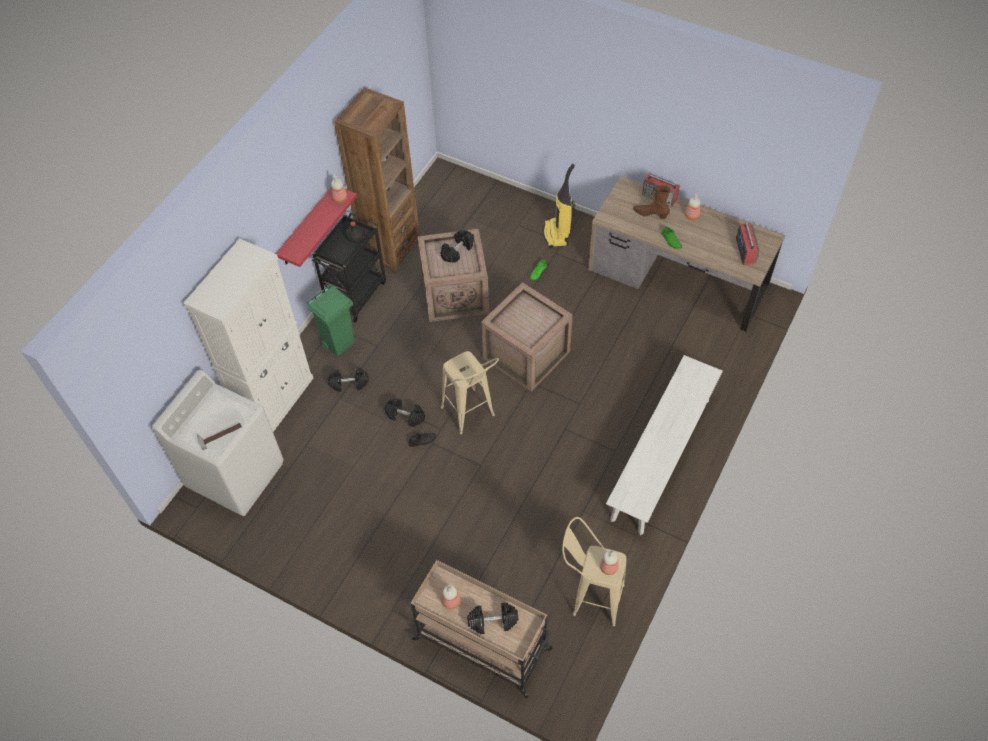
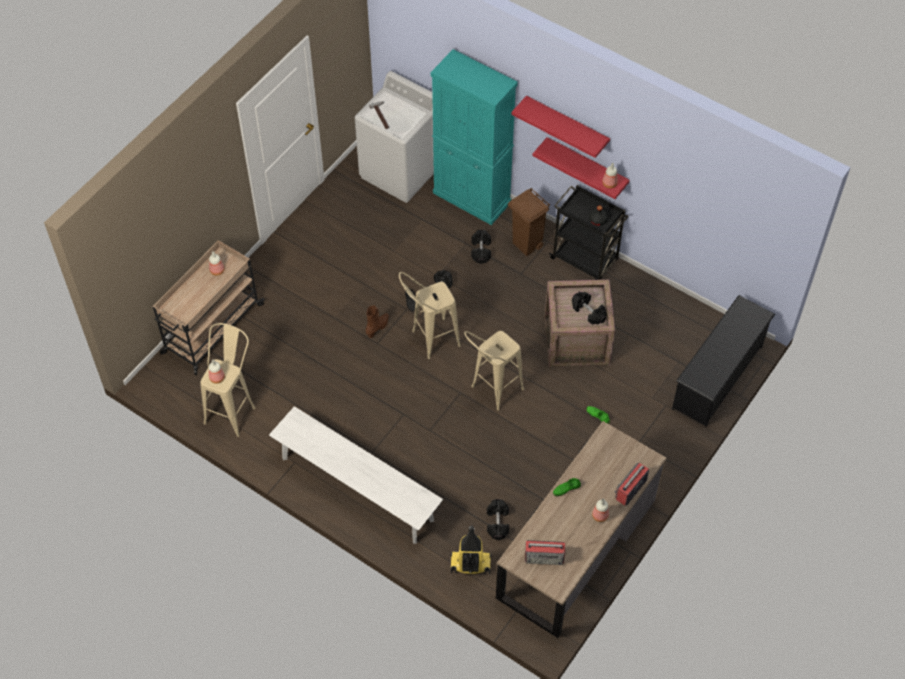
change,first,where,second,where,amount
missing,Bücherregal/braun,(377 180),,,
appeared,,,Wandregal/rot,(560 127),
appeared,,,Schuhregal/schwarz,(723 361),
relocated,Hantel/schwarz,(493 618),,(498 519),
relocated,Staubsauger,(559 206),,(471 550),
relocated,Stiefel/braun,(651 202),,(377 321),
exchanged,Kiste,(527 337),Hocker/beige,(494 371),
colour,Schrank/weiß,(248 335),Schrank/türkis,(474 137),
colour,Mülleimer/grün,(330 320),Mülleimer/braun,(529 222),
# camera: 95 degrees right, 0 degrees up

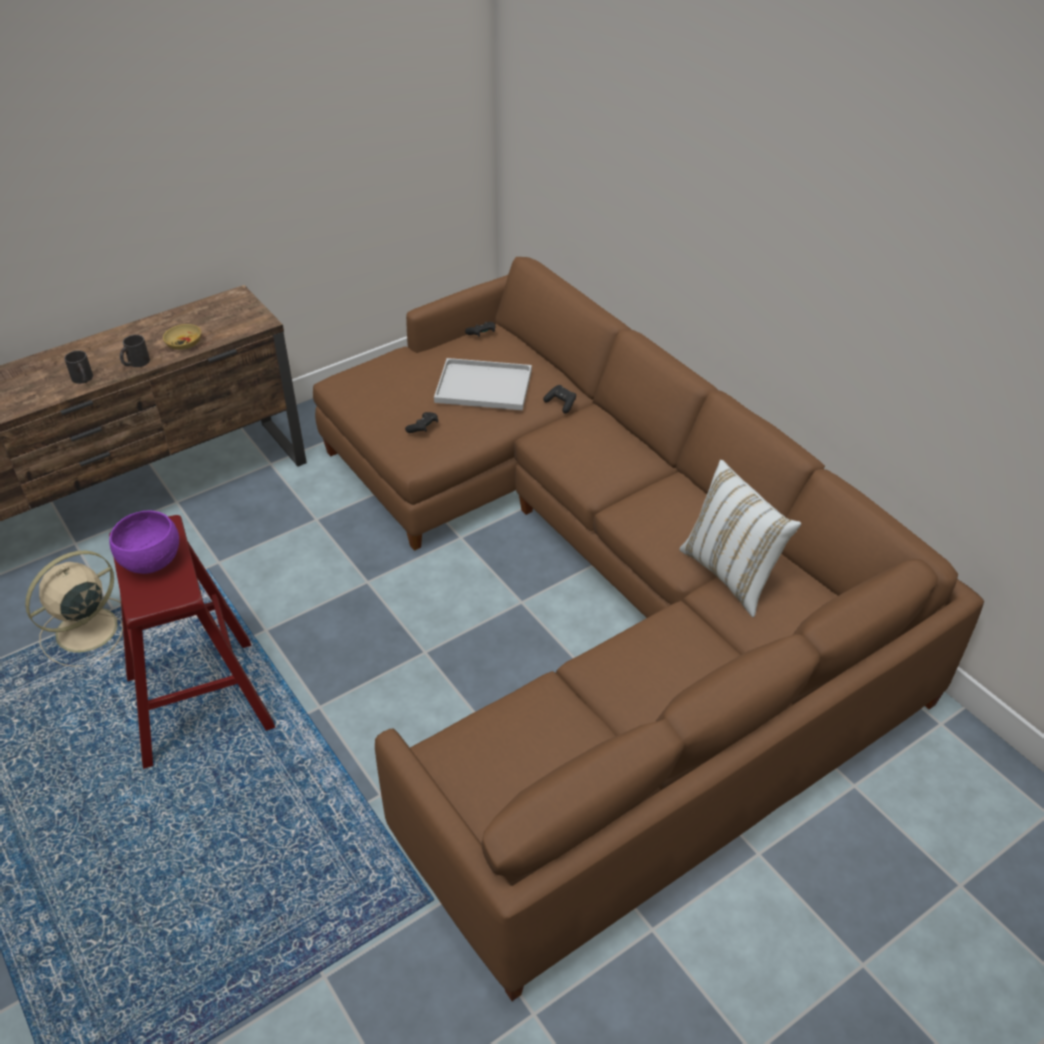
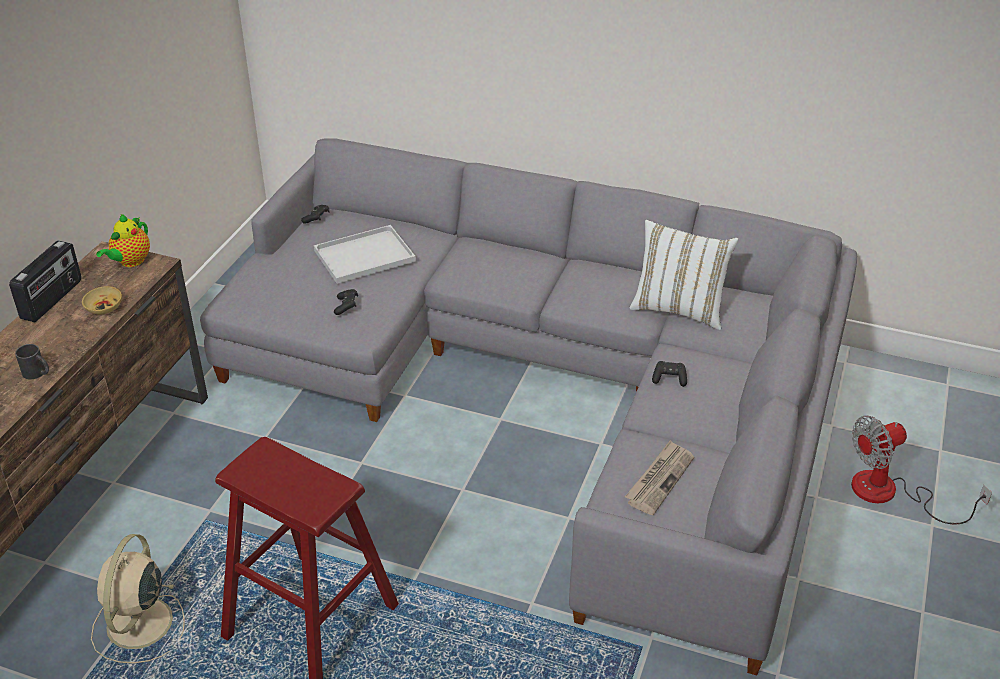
change,first,where,second,where,amount
missing,Schüssel/lila,(144 542),,,
missing,Henkelbecher/schwarz,(135 351),,,
appeared,,,Radio,(45 281),
appeared,,,Teekanne,(123 240),
appeared,,,Zeitung,(659 477),
appeared,,,Ventilator,(921 469),
relocated,Gamepad/schwarz,(559 399),,(669 374),
colour,Sofa/braun,(648 629),Sofa/grau,(528 407),
# camera: 35 degrees left, 5 degrees down

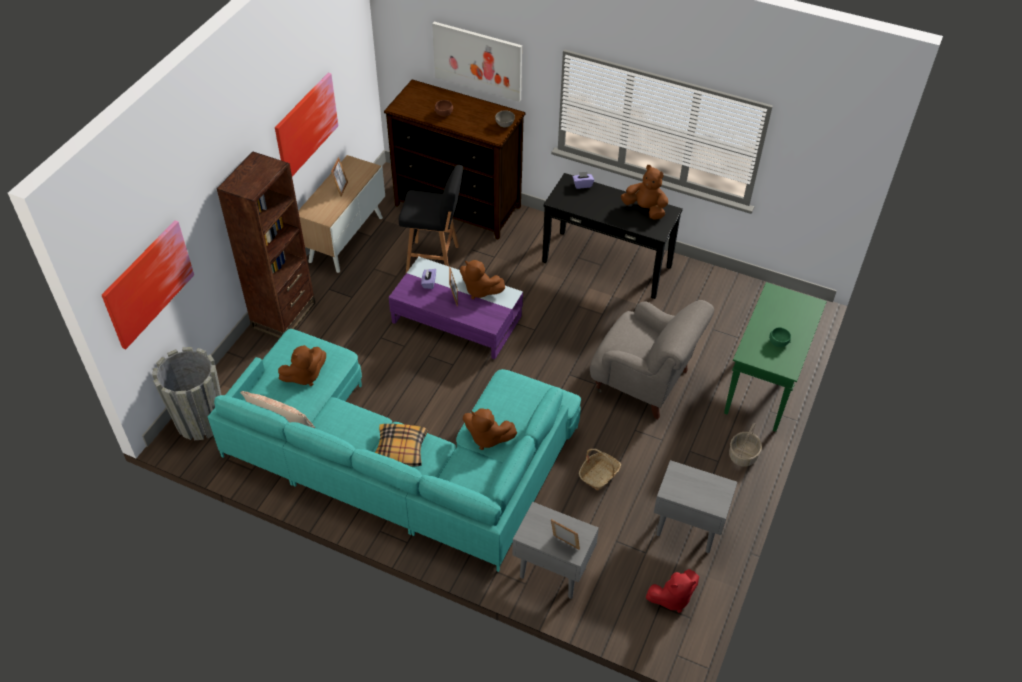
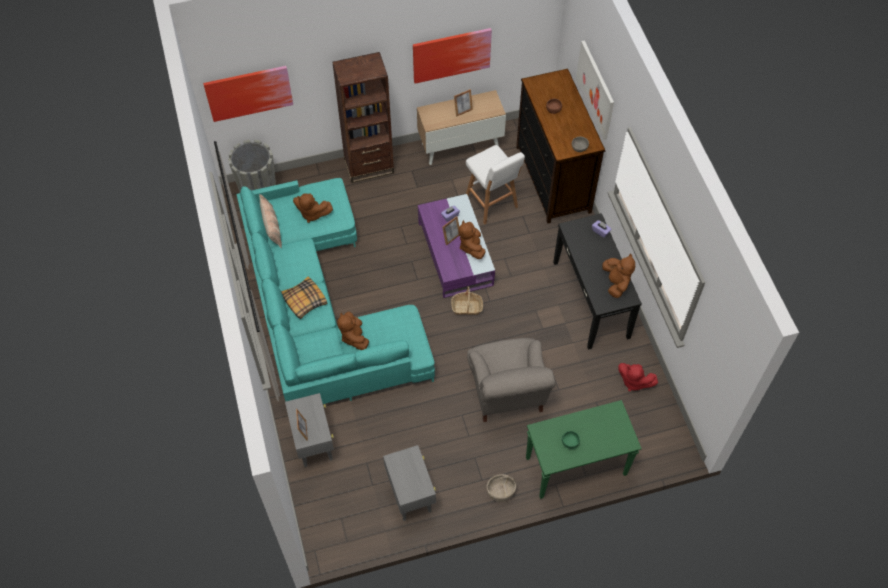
change,first,where,second,where,amount
relocated,Korb,(600 470),,(467 300),
relocated,Plüschtier/rot,(672 591),,(638 377),
colour,Hocker/schwarz,(431 219),Hocker/weiß,(495 185),
# camera: 50 degrees right, 10 degrees up

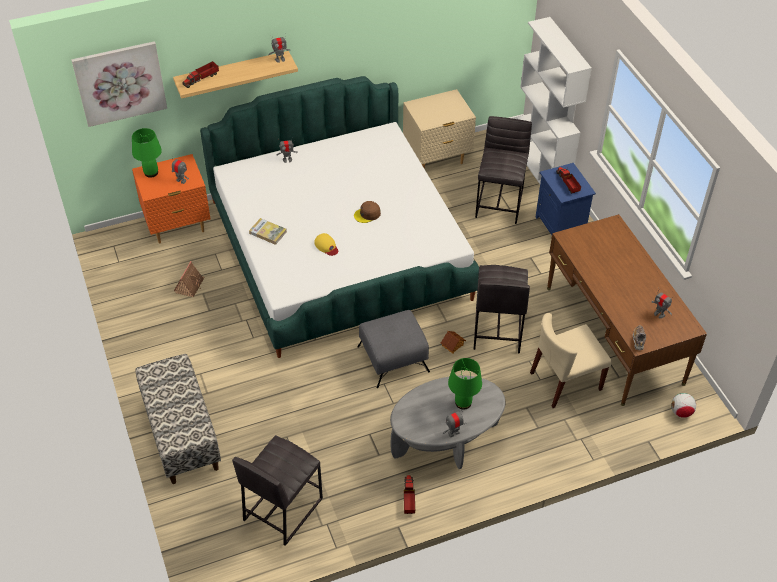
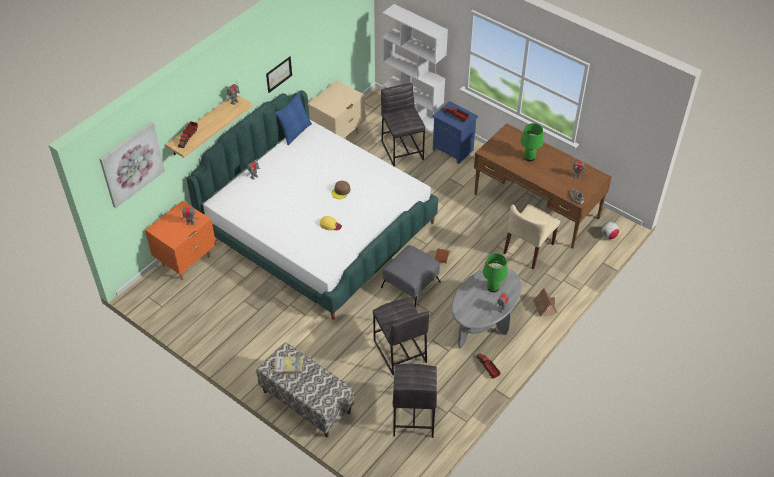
change,first,where,second,where,amount
appeared,,,Bild,(279 75),
appeared,,,Kissen/blau,(293 118),
relocated,Tischlampe/grün,(147 153),,(532 142),
relocated,Spielzeughaus,(188 279),,(545 302),
relocated,Buch,(268 231),,(288 365),
relocated,Hocker/grau,(502 309),,(401 336),
# camera: 30 degrees left, 0 degrees up

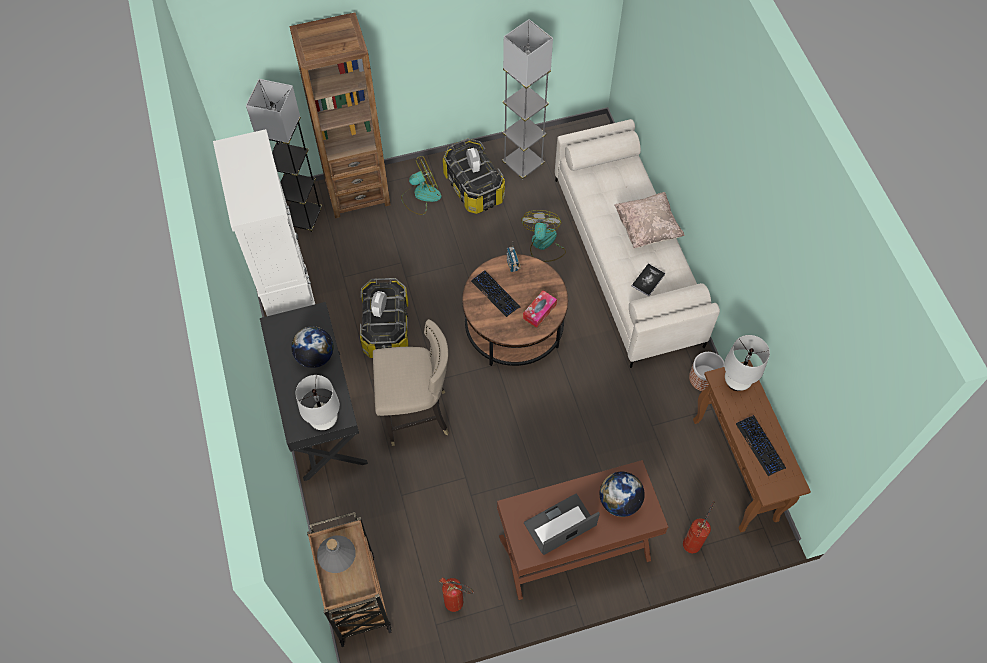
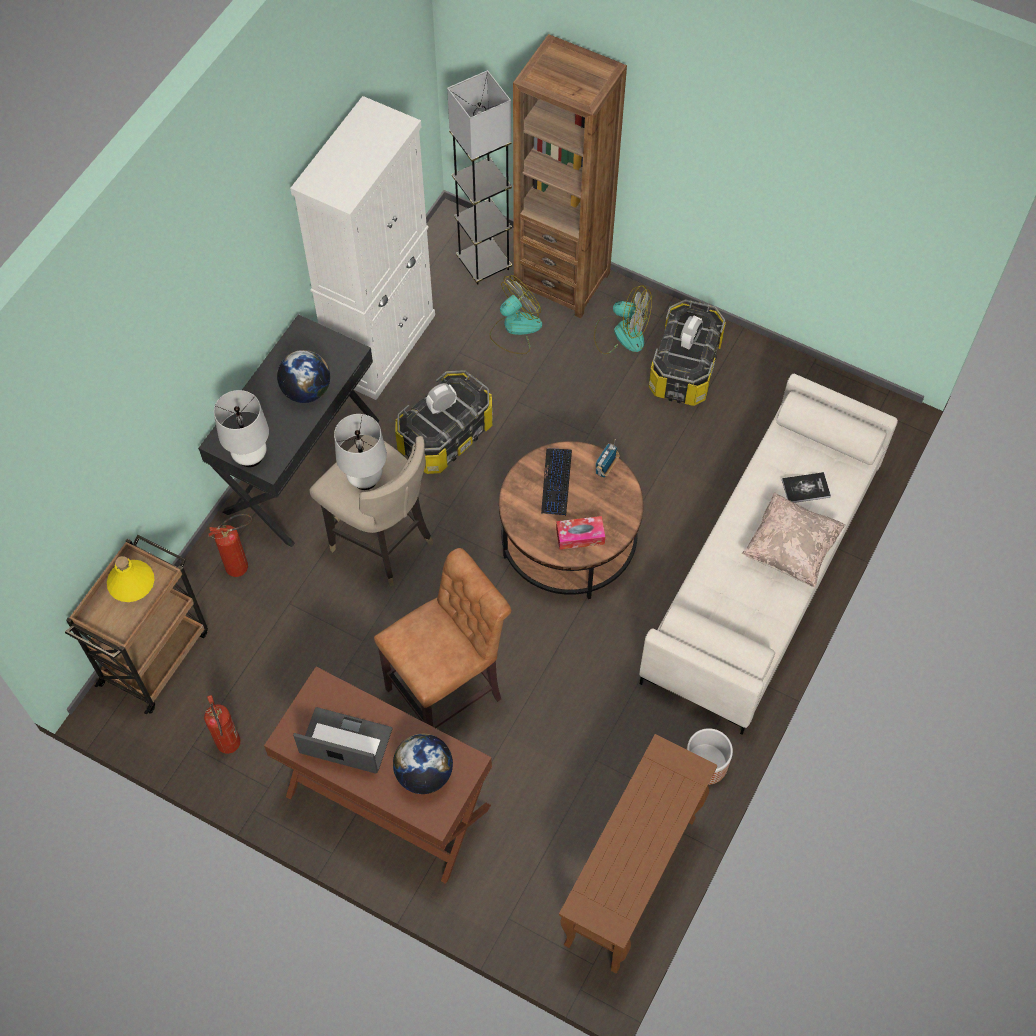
change,first,where,second,where,amount
missing,Stehlampe/grau,(527 99),,,
missing,Tastatur,(761 445),,,
appeared,,,Hocker/braun,(442 638),
relocated,Ventilator,(543 236),,(515 314),
relocated,Buch,(648 280),,(806 487),
relocated,Feuerlöscher,(699 527),,(230 545),
relocated,Tischlampe/weiß,(747 363),,(360 452),
colour,Flasche/grau,(336 554),Flasche/gelb,(130 579),
# camera: 45 degrees right, 0 degrees up

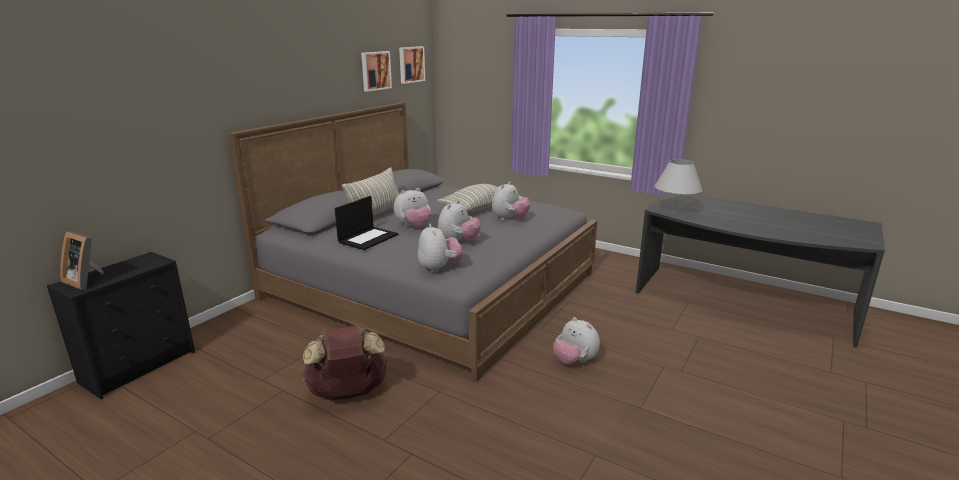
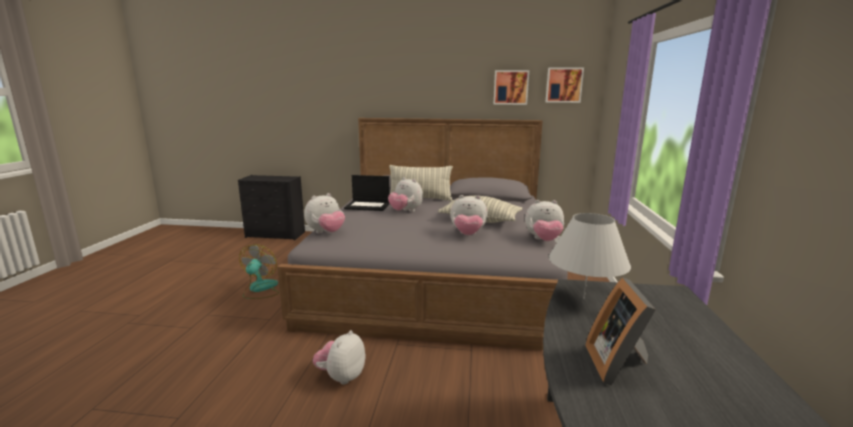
change,first,where,second,where,amount
relocated,Bilderrahmen,(81 260),,(620 331),
relocated,Plüschtier,(459 220),,(544 220),
exchanged,Rucksack/braun,(345 363),Ventilator,(259 272),
# camera: 65 degrees right, 5 degrees down

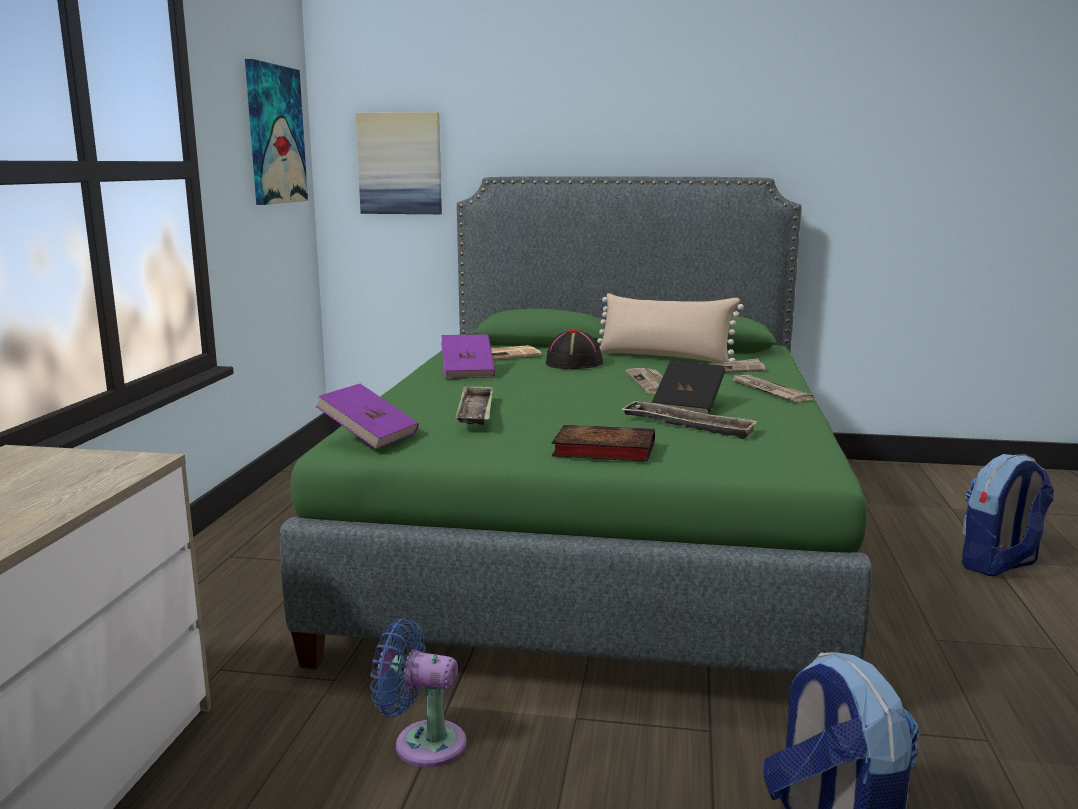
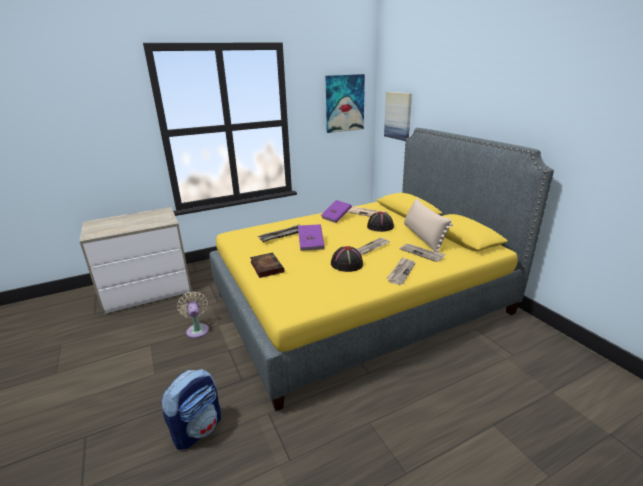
change,first,where,second,where,amount
missing,Tablett,(689 419),,,
missing,Rucksack,(1008 515),,,
relocated,Buch/lila,(367 416),,(311 237),
exchanged,Buch/schwarz,(688 387),Hut/schwarz,(347 259),
colour,Bett/grün,(576 425),Bett/gelb,(381 269),
colour,Ventilator/blau,(418 692),Ventilator/beige,(193 314),
# camera: 55 degrees right, 10 degrees up

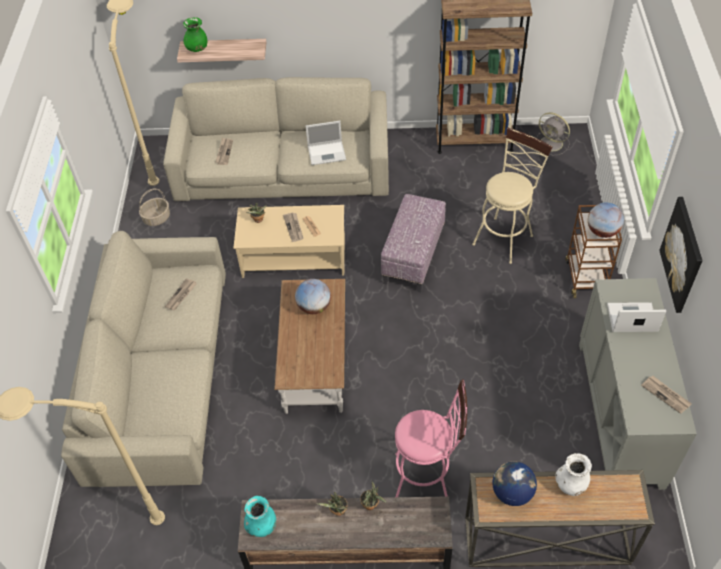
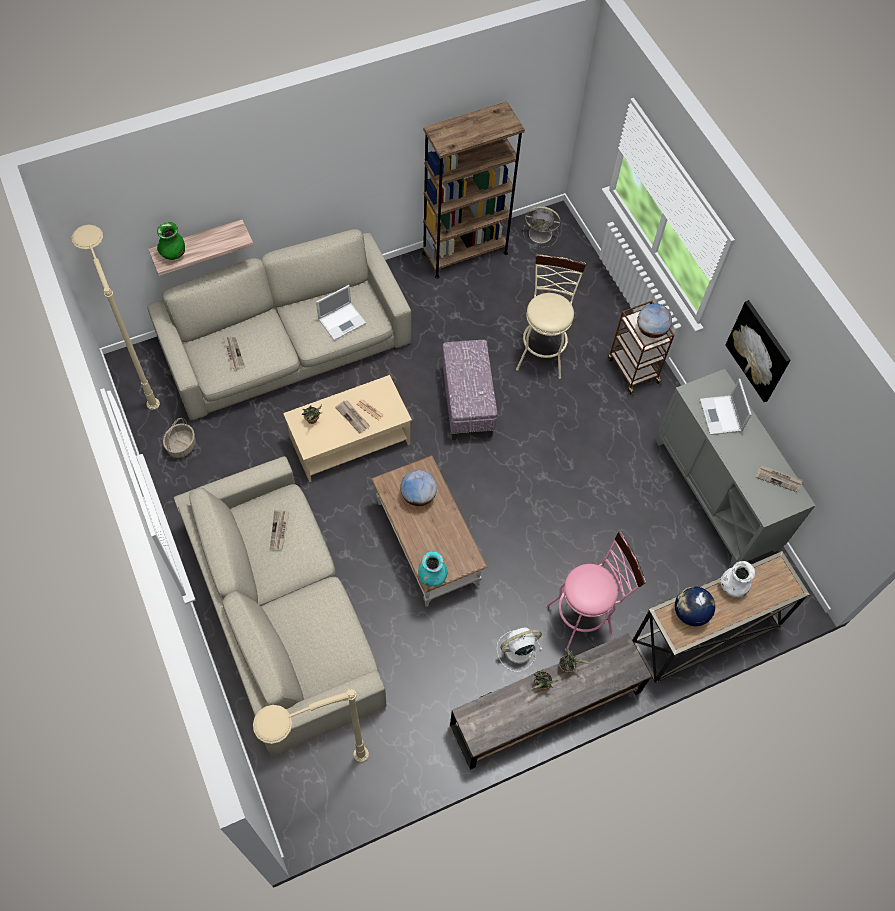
change,first,where,second,where,amount
appeared,,,Ventilator/weiß,(519 650),
relocated,Vase/türkis,(260 516),,(432 569),
spun,Laptop,(636 317),,(726 407),75 degrees counterclockwise
# camera: 30 degrees left, 10 degrees up

